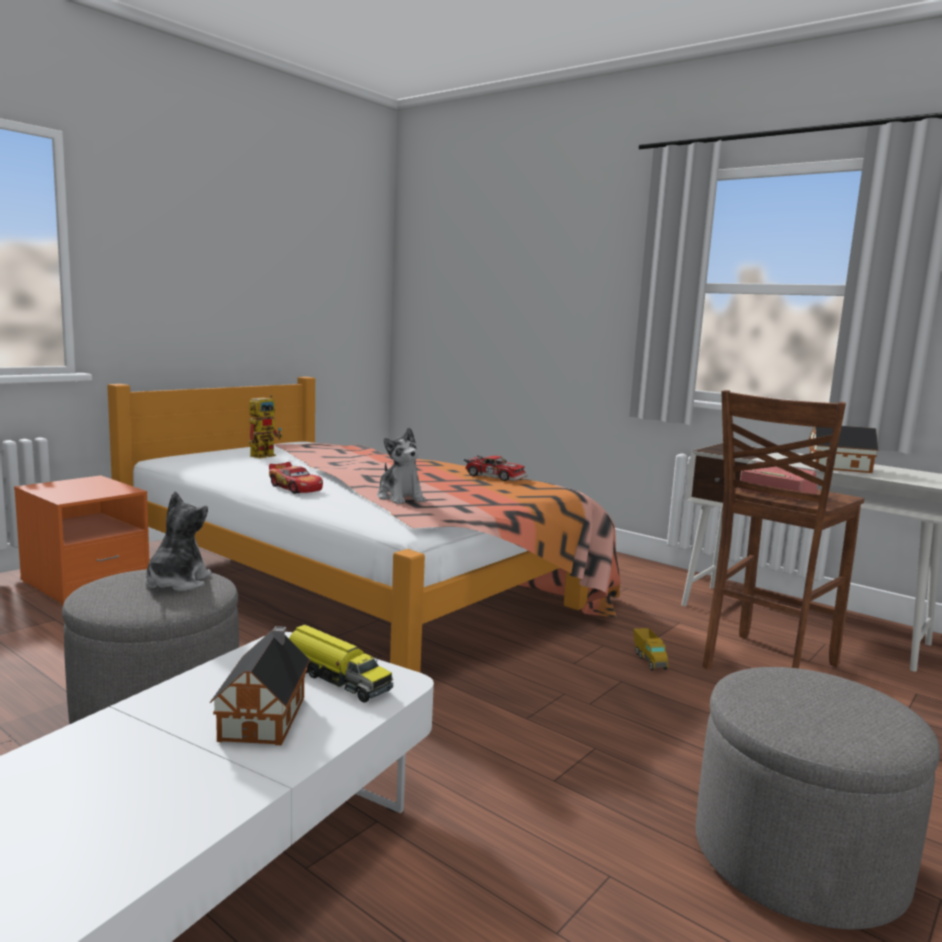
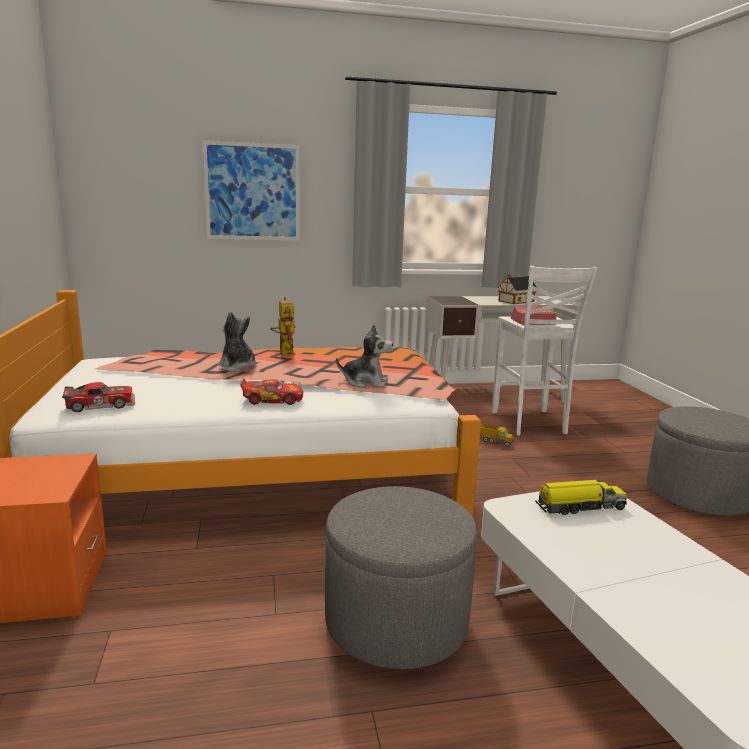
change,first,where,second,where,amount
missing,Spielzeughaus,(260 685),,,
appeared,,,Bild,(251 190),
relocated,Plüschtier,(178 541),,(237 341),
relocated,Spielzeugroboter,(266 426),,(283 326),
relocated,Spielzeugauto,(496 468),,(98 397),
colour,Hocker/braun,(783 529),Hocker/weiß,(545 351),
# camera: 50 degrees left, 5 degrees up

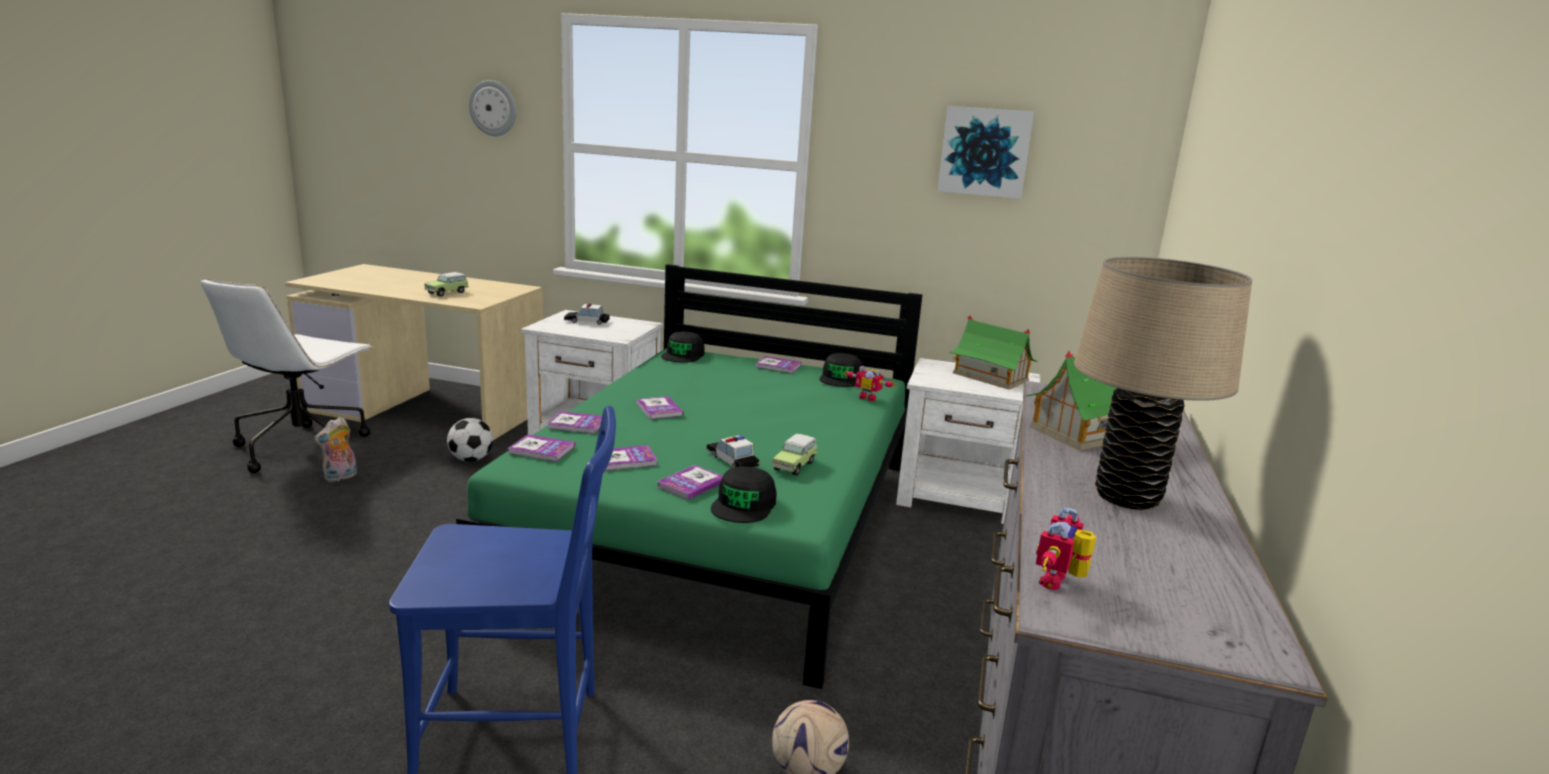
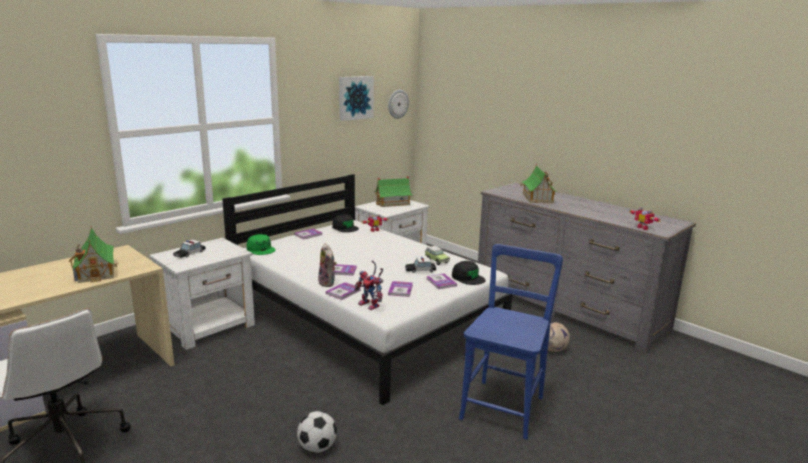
change,first,where,second,where,amount
missing,Tischlampe/beige,(1163 383),,,
relocated,Plüschtier,(335 449),,(327 265),
relocated,Fußball,(470 440),,(317 432),
relocated,Wanduhr,(492 108),,(398 104),
exchanged,Spielzeugauto,(446 284),Spielzeughaus,(93 255),
exchanged,Buch,(541 448),Spielzeugroboter,(369 285),
colour,Bett/grün,(689 476),Bett/weiß,(367 289),
colour,Kappe/schwarz,(682 347),Kappe/grün,(261 244),
# camera: 60 degrees left, 0 degrees up

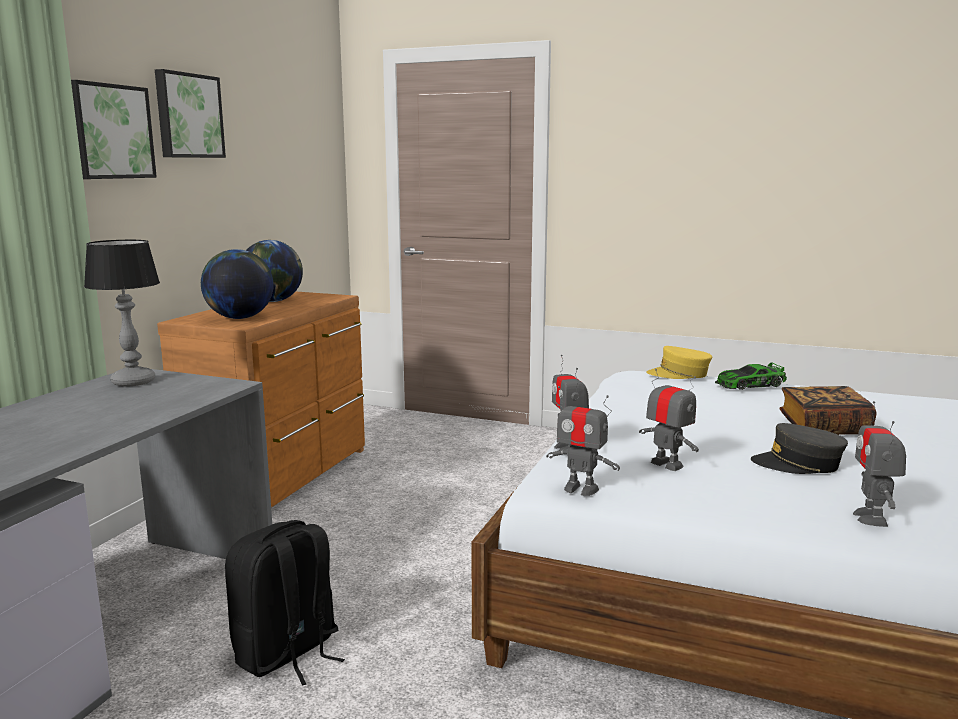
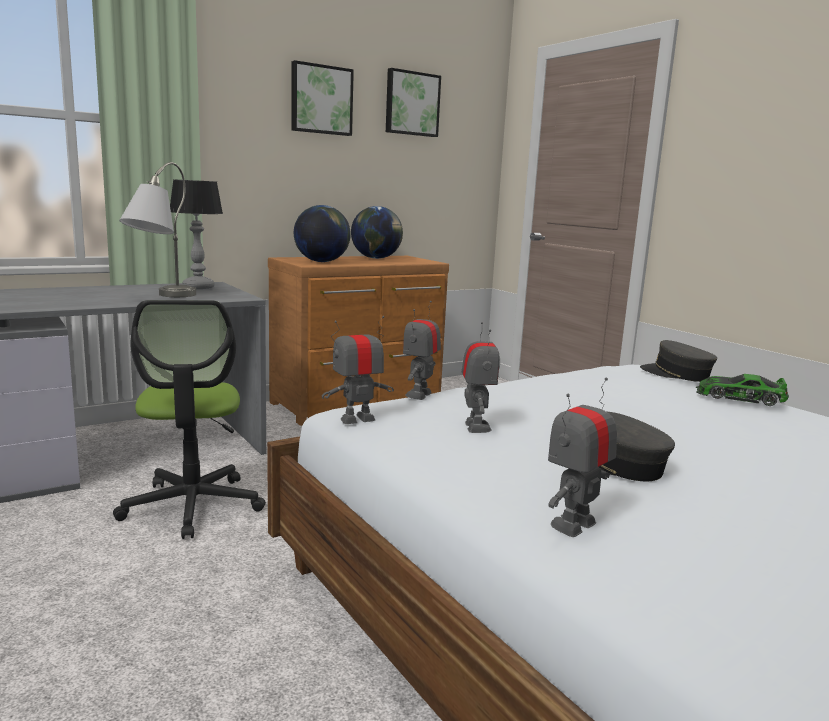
change,first,where,second,where,amount
missing,Buch,(828 410),,,
appeared,,,Tischlampe/grau,(157 229),
relocated,Bild,(114 129),,(413 102),
exchanged,Rucksack/schwarz,(285 603),Bürostuhl,(189 419),
colour,Kappe/gelb,(679 362),Kappe/grau,(678 361),
spun,Spielzeugroboter,(583 441),,(358 370),90 degrees clockwise
# camera: 35 degrees right, 0 degrees up

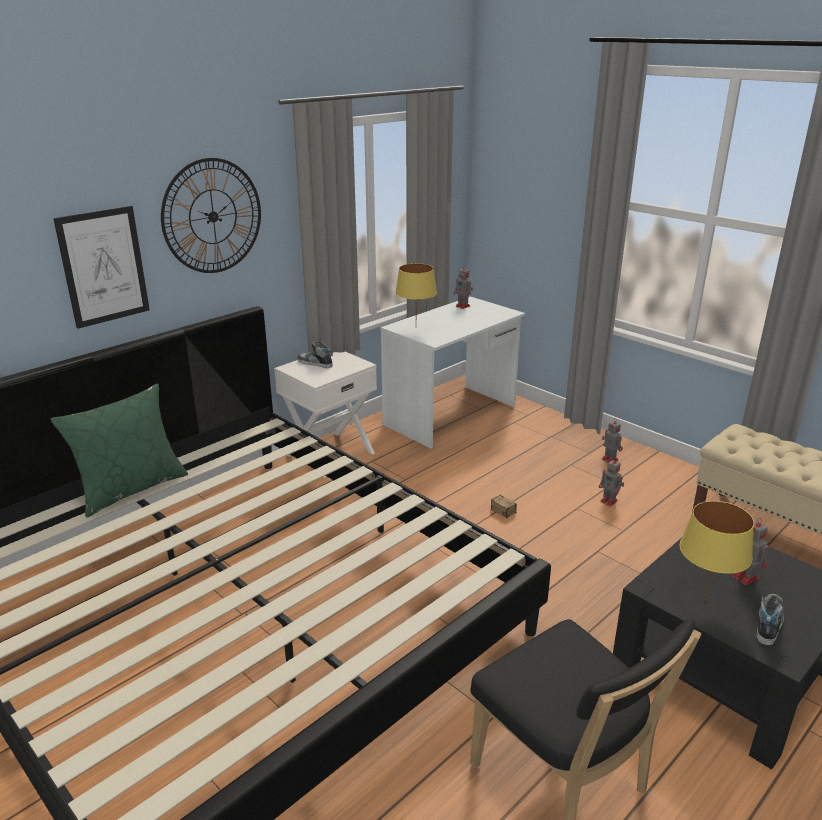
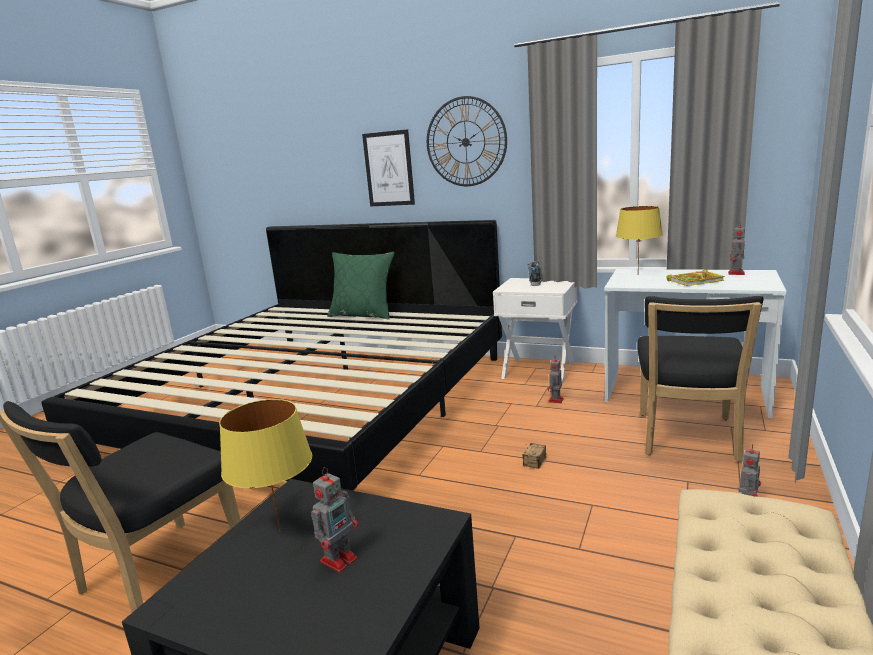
change,first,where,second,where,amount
missing,Schuh,(770 619),,,
appeared,,,Stuhl/schwarz,(700 379),
appeared,,,Buch,(696 277),
relocated,Spielzeugroboter,(611 481),,(556 379),
# camera: 70 degrees right, 10 degrees down

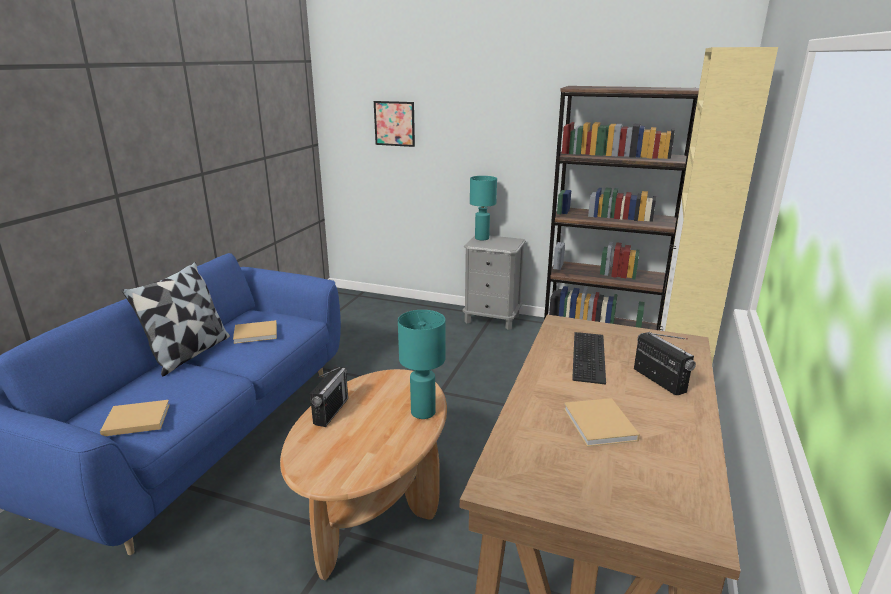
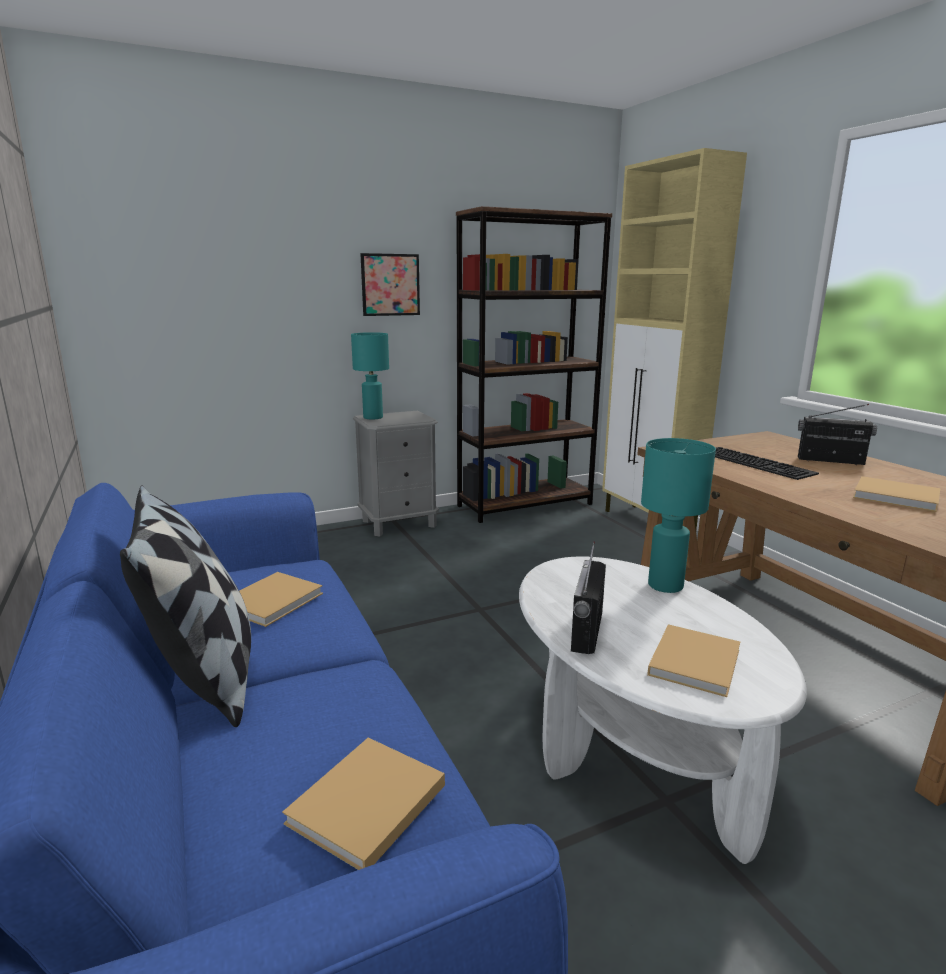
change,first,where,second,where,amount
appeared,,,Buch/beige,(693 660),
relocated,Bild,(394 124),,(390 284),
colour,Couchtisch/braun,(363 474),Couchtisch/weiß,(663 710),
spun,Radio,(329 397),,(588 597),135 degrees counterclockwise
# camera: 45 degrees left, 5 degrees down

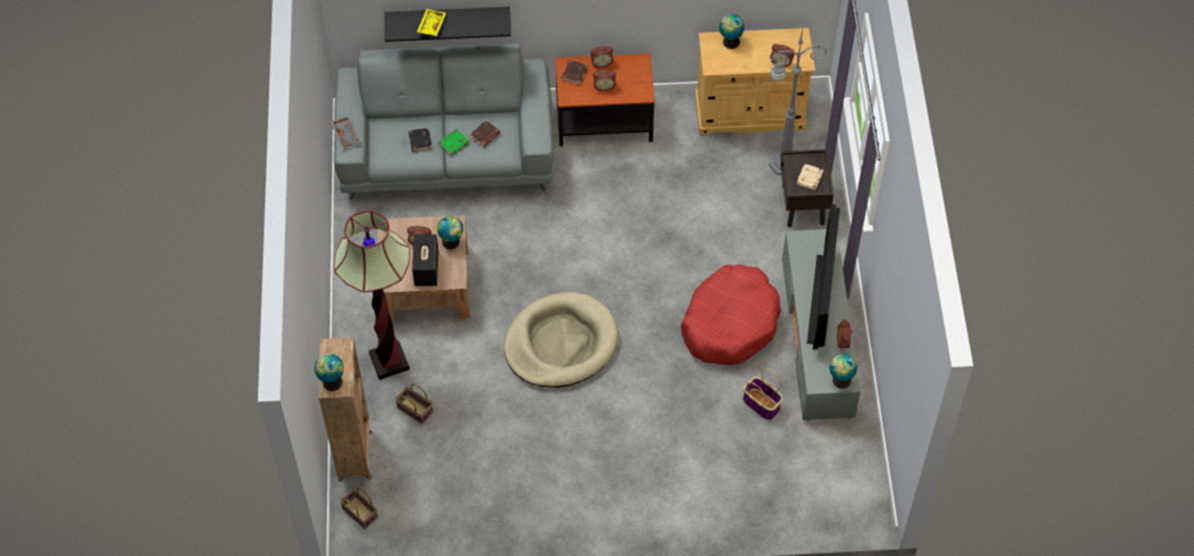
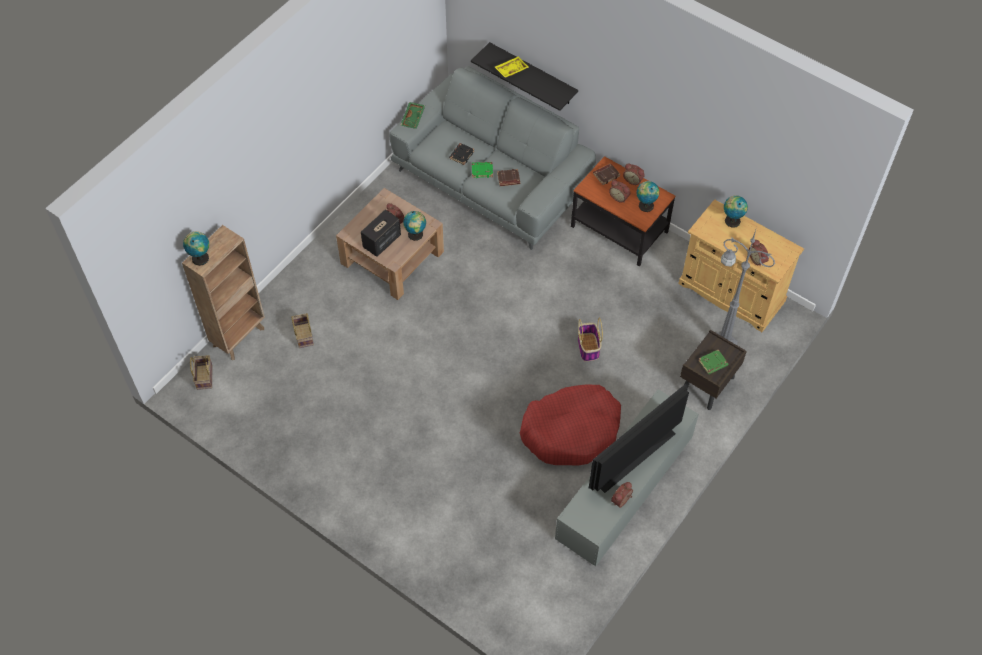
change,first,where,second,where,amount
missing,Stehlampe,(372 295),,,
missing,Hundebett/beige,(560 340),,,
relocated,Korb,(763 394),,(590 340),
relocated,Globus,(843 371),,(647 196),
colour,Tablett/grau,(346 132),Tablett/grün,(412 115),
colour,Buch/beige,(810 177),Buch/grün,(713 362),
# camera: 40 degrees right, 0 degrees up

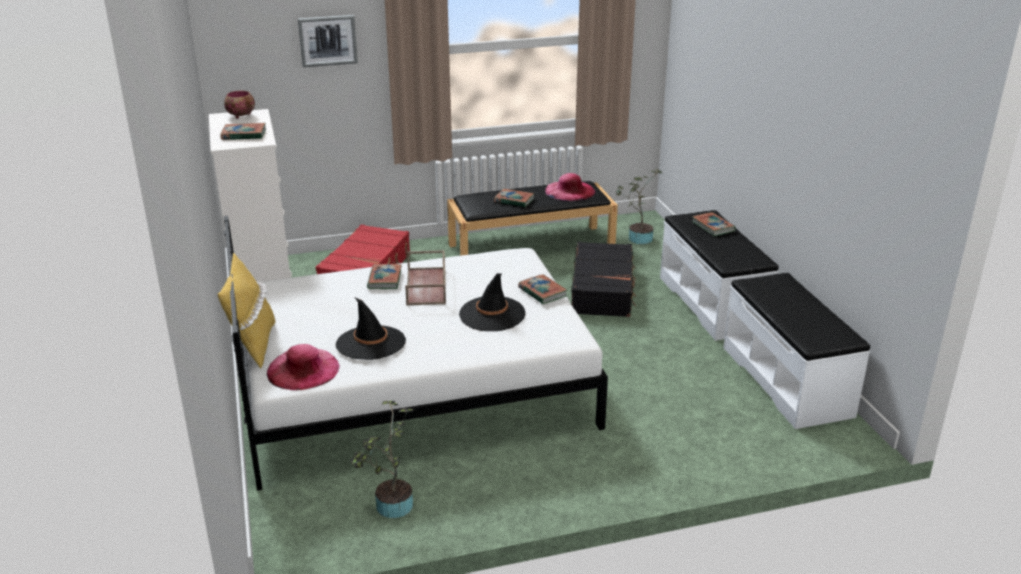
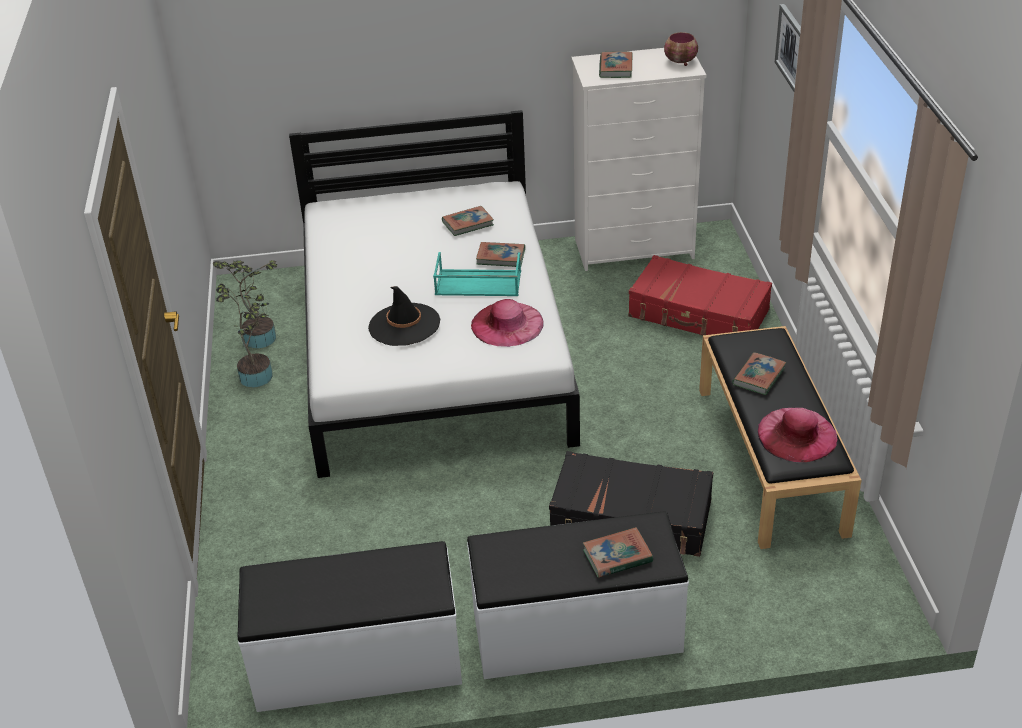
change,first,where,second,where,amount
missing,Kissen/gelb,(247 311),,,
missing,Hut/schwarz,(371 328),,,
relocated,Hut/rosa,(303 367),,(507 323),
relocated,Buch,(542 289),,(468 221),
relocated,Topfpflanze,(639 206),,(244 335),
colour,Tablett/braun,(425 278),Tablett/türkis,(477 274),
# camera: 100 degrees right, 10 degrees up

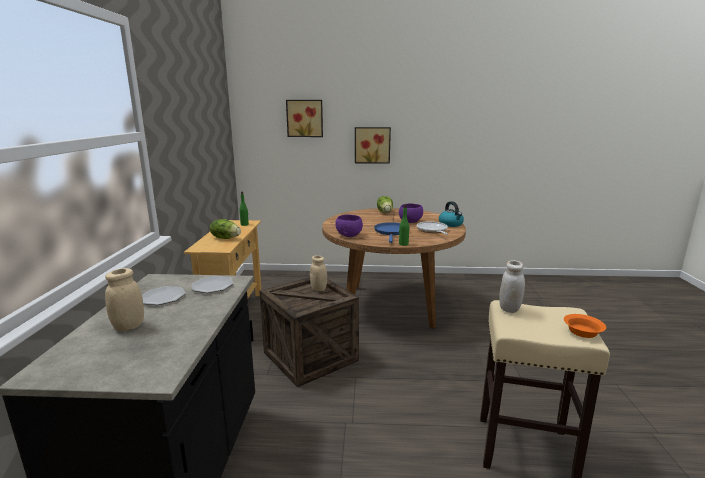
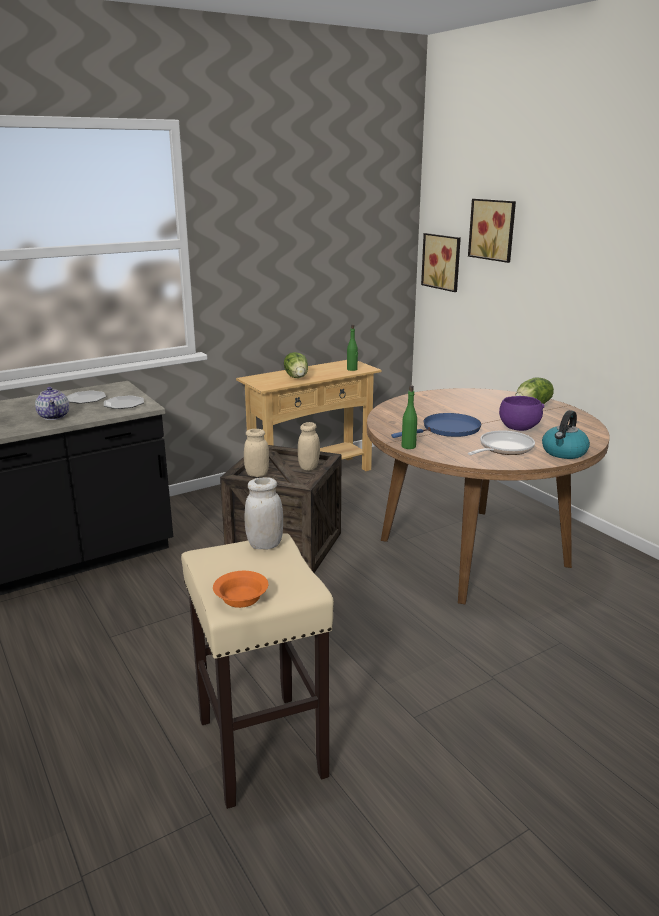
change,first,where,second,where,amount
missing,Schüssel/lila,(349 226),,,
appeared,,,Teekanne,(52 403),
relocated,Vorratsglas/beige,(124 300),,(256 453),
relocated,Bild,(373 145),,(441 262),
# camera: 55 degrees right, 5 degrees up

